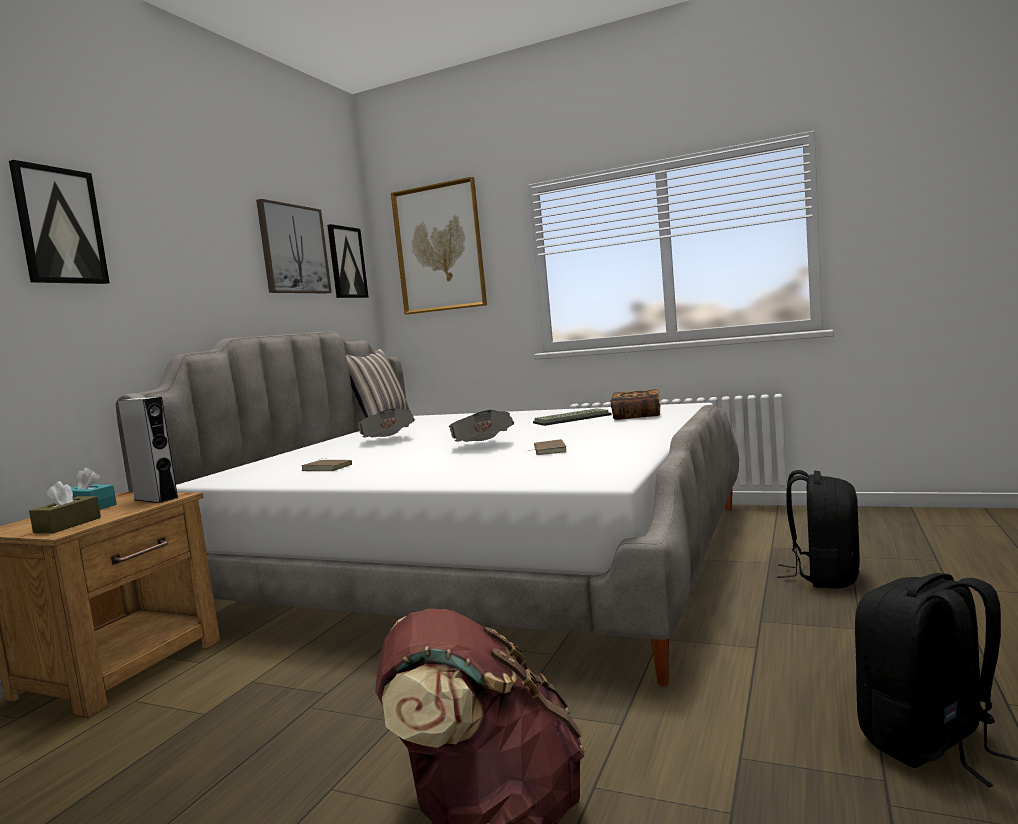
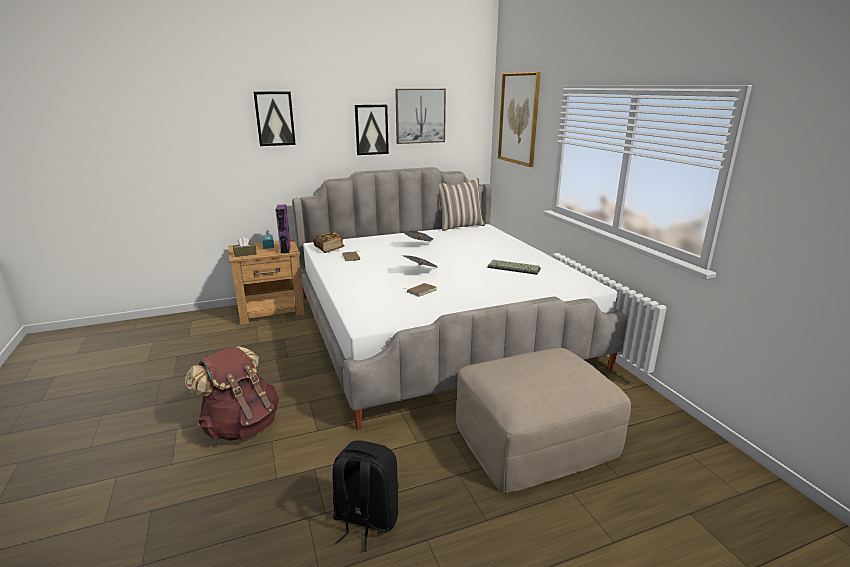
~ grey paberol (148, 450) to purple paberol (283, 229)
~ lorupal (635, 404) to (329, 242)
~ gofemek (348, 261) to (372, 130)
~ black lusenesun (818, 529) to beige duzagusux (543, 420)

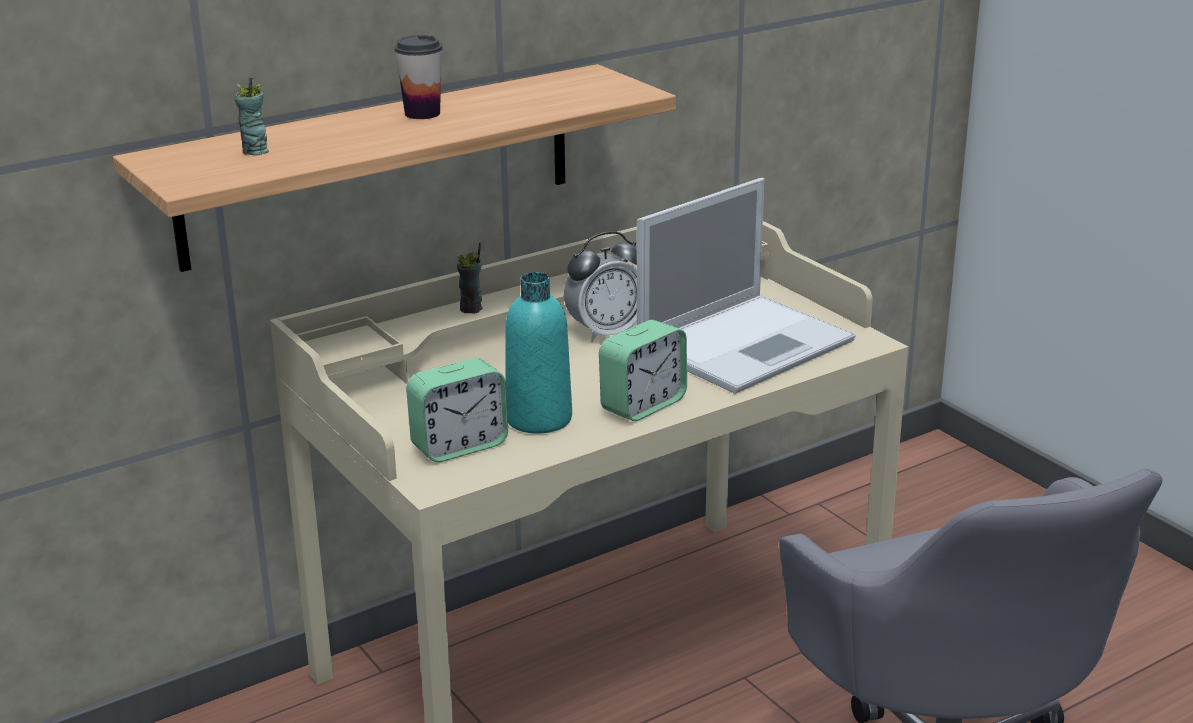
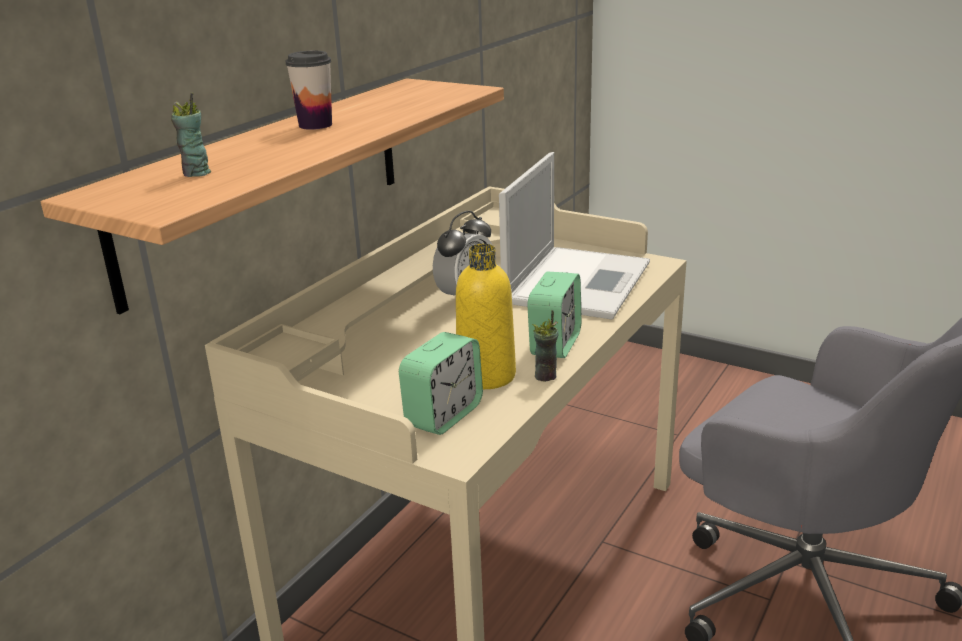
~ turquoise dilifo (538, 353) to yellow dilifo (486, 316)
~ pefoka (469, 278) to (545, 346)

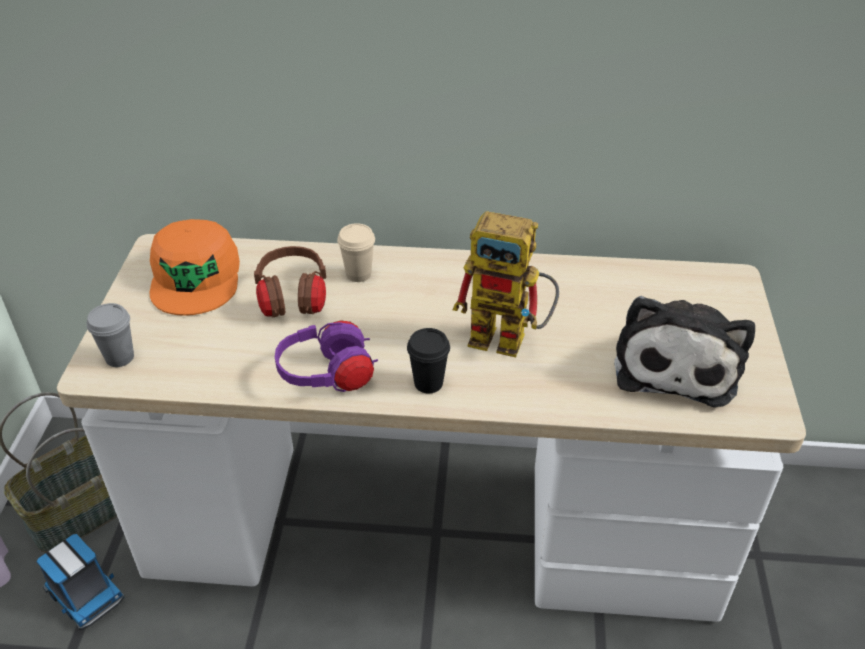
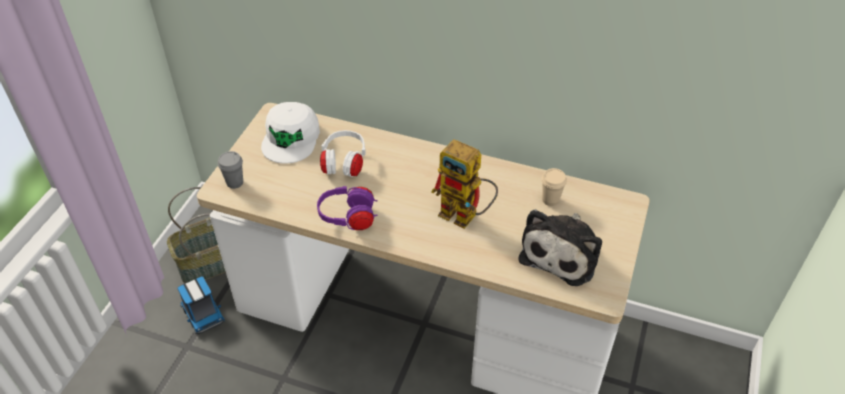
~ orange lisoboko (195, 267) to white lisoboko (290, 133)
~ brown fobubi (290, 282) to white fobubi (343, 153)
~ beige pefoka (356, 252) to (554, 187)
- black pefoka (428, 361)

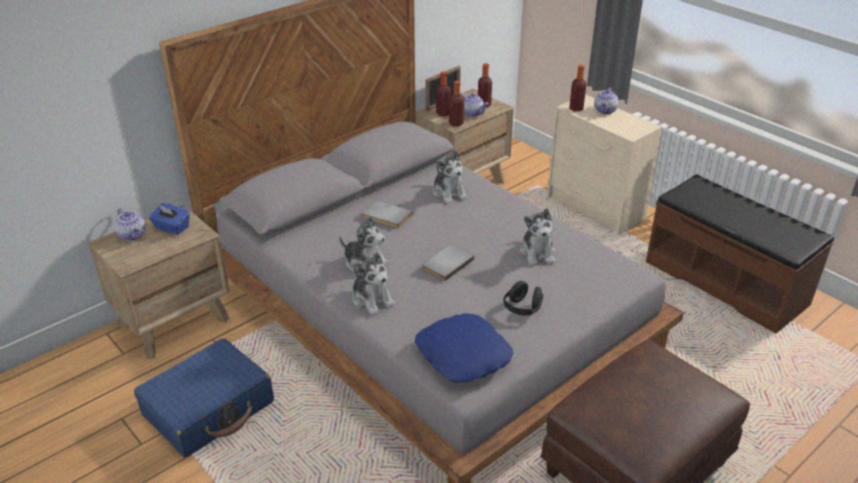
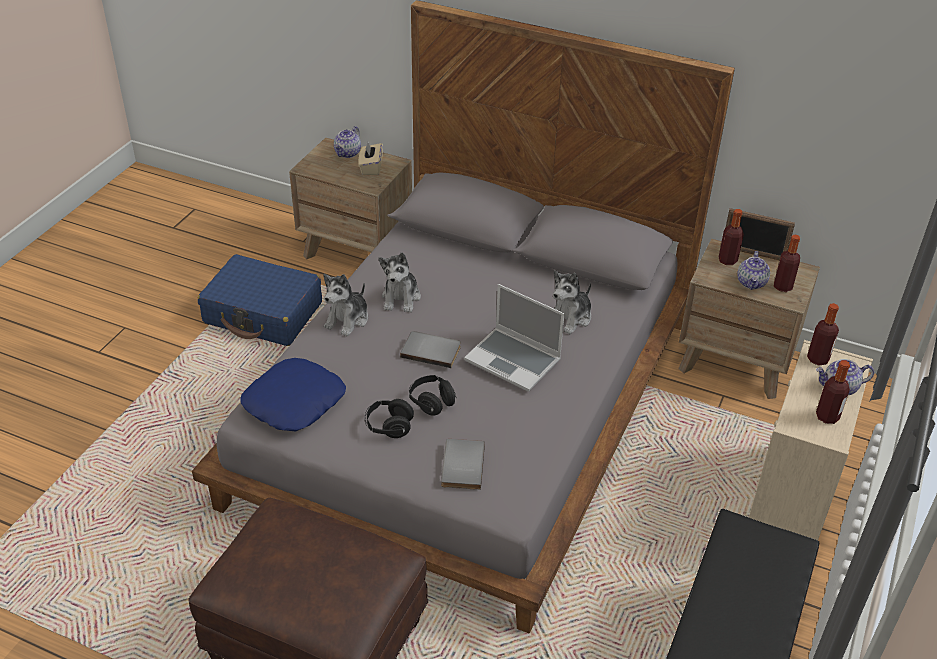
~ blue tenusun (169, 219) to beige tenusun (370, 158)
+ black fobubi (433, 395)
~ grey lorupal (387, 214) to (463, 464)
+ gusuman (514, 338)
~ dilifo (456, 104) to (833, 392)
- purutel (537, 236)

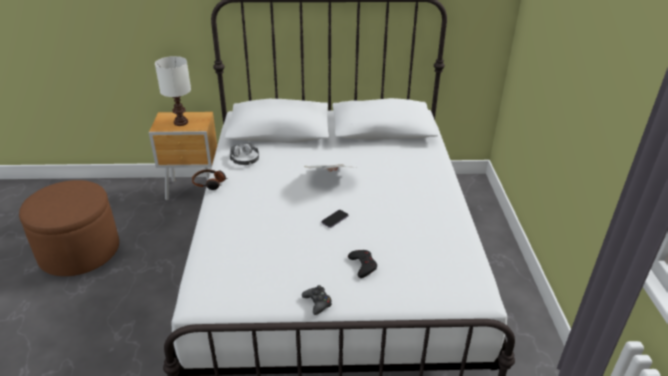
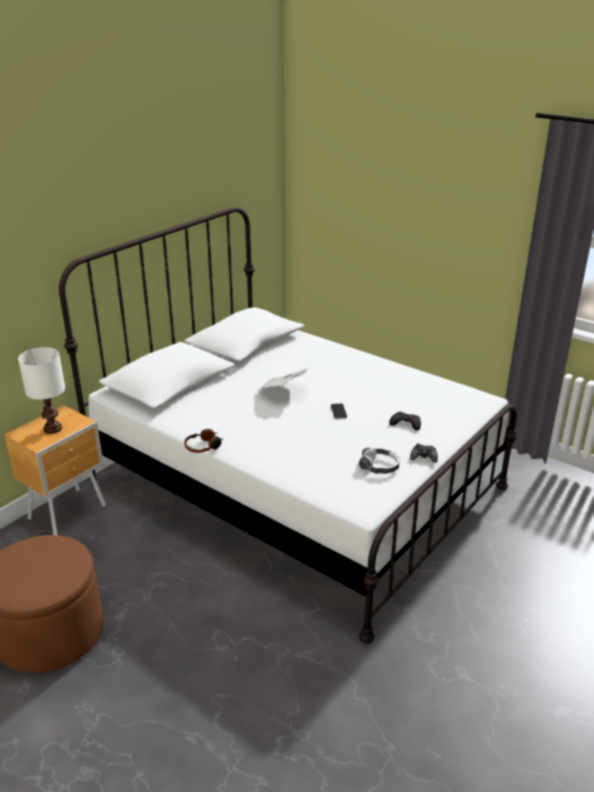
~ fobubi (244, 154) to (379, 461)

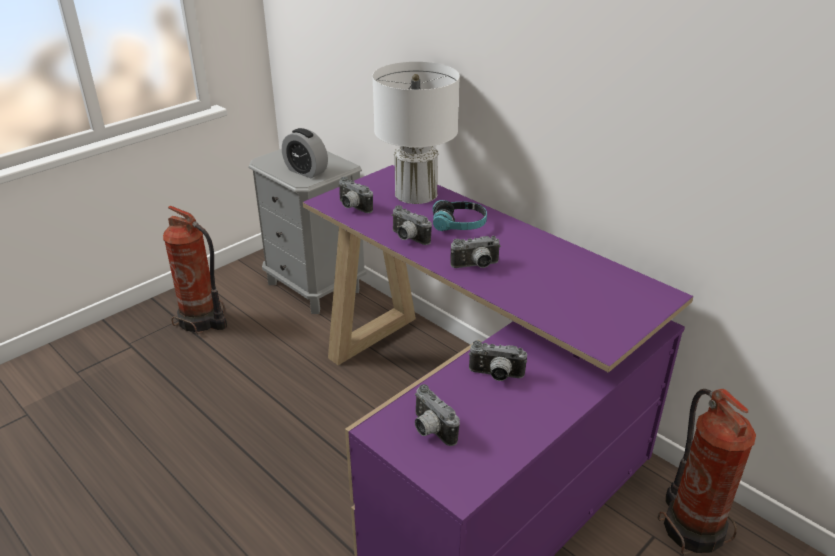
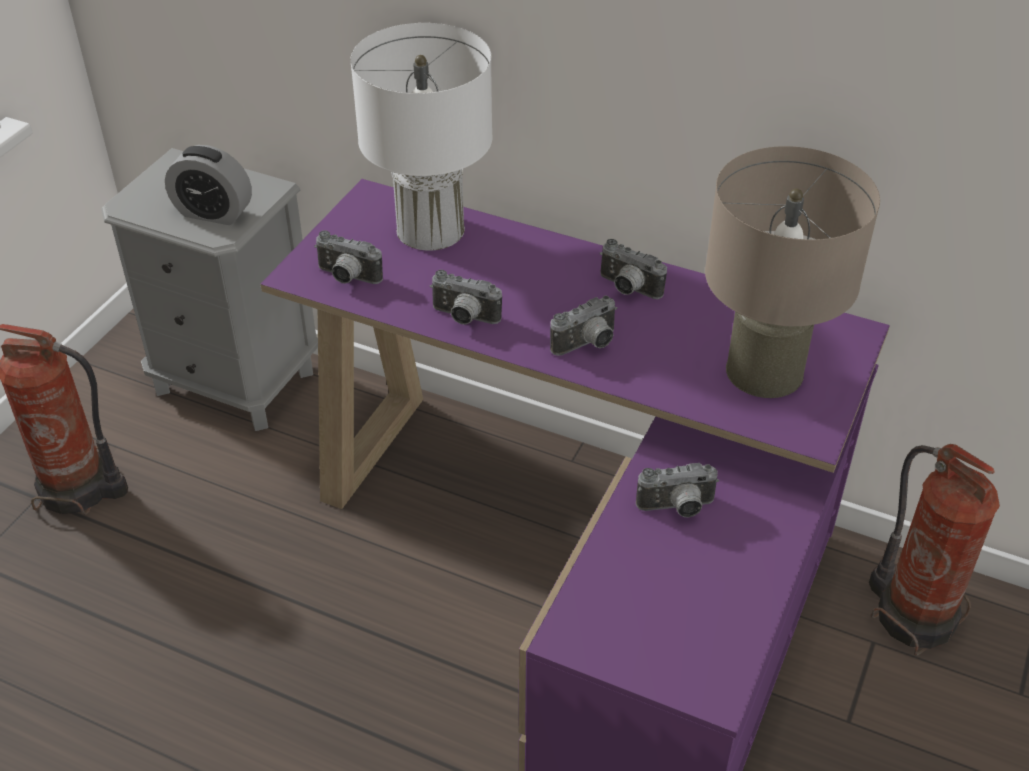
~ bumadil (437, 415) to (633, 269)
+ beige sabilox (792, 272)
- fobubi (460, 215)

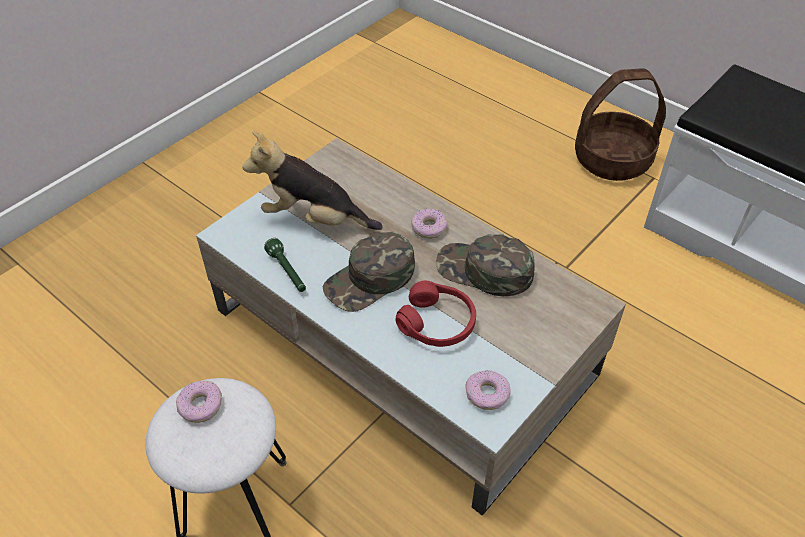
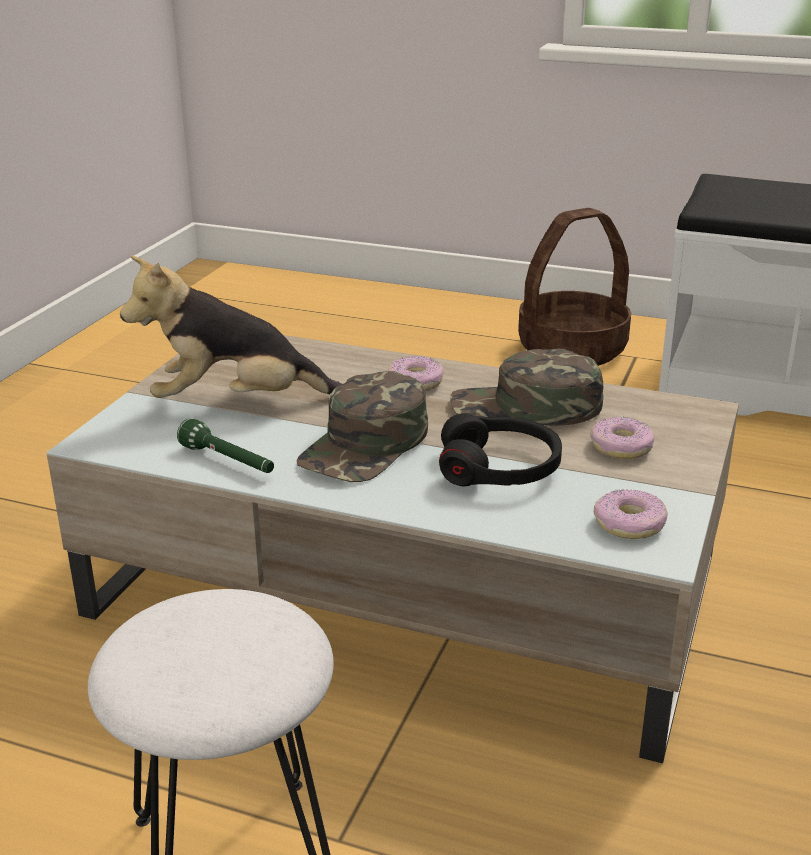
~ red fobubi (436, 314) to black fobubi (500, 450)
~ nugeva (199, 402) to (622, 438)

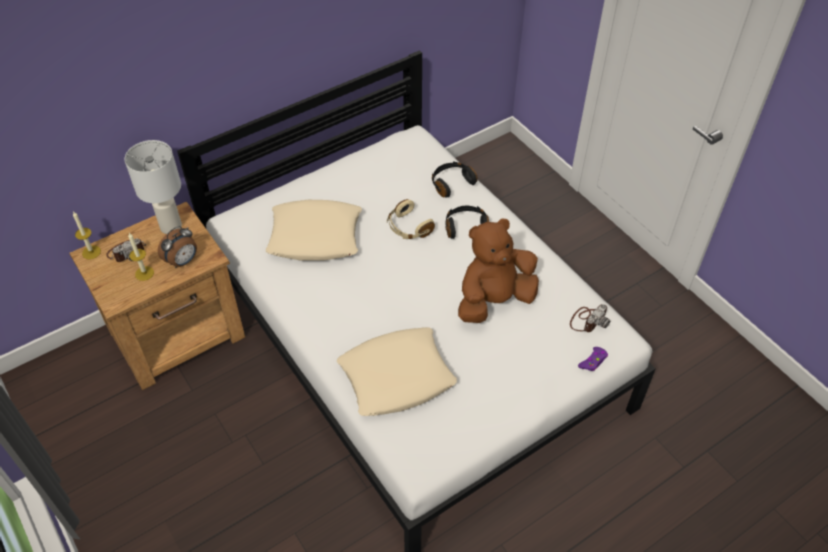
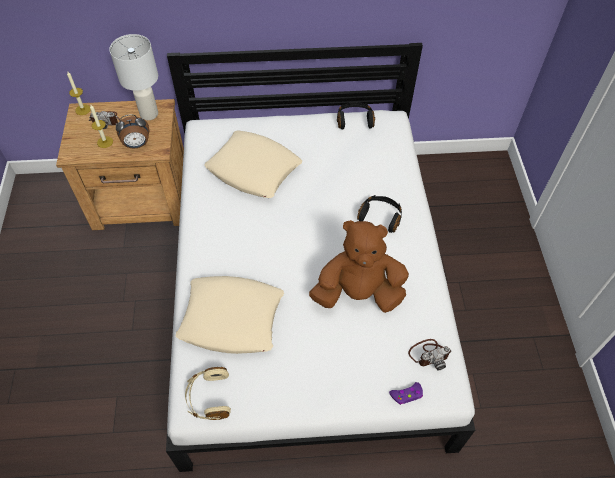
~ beige fobubi (411, 219) to (208, 393)
~ black fobubi (455, 179) to (356, 116)

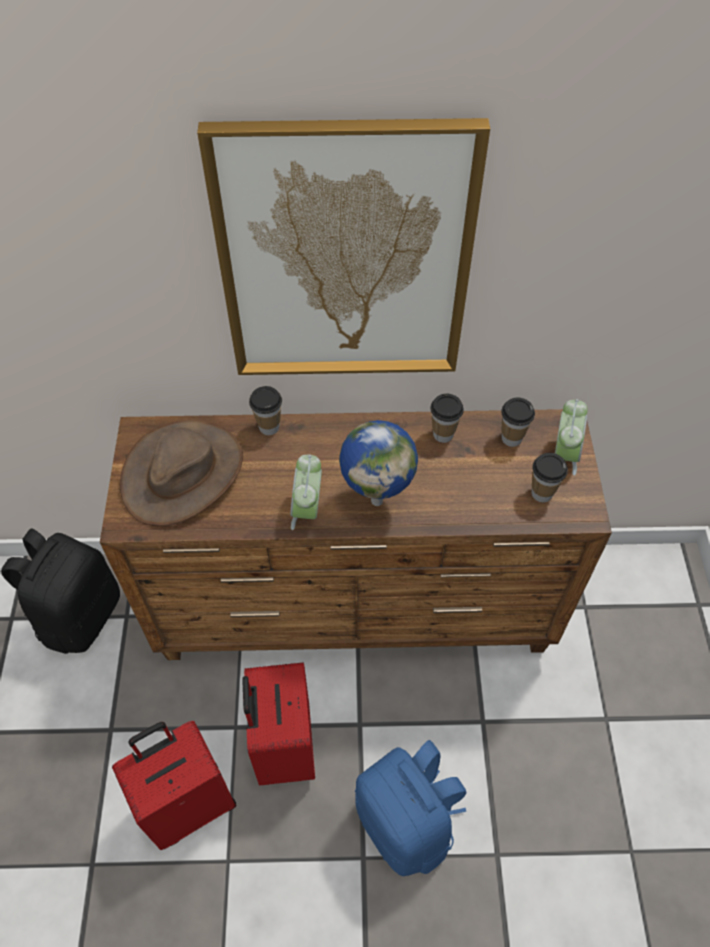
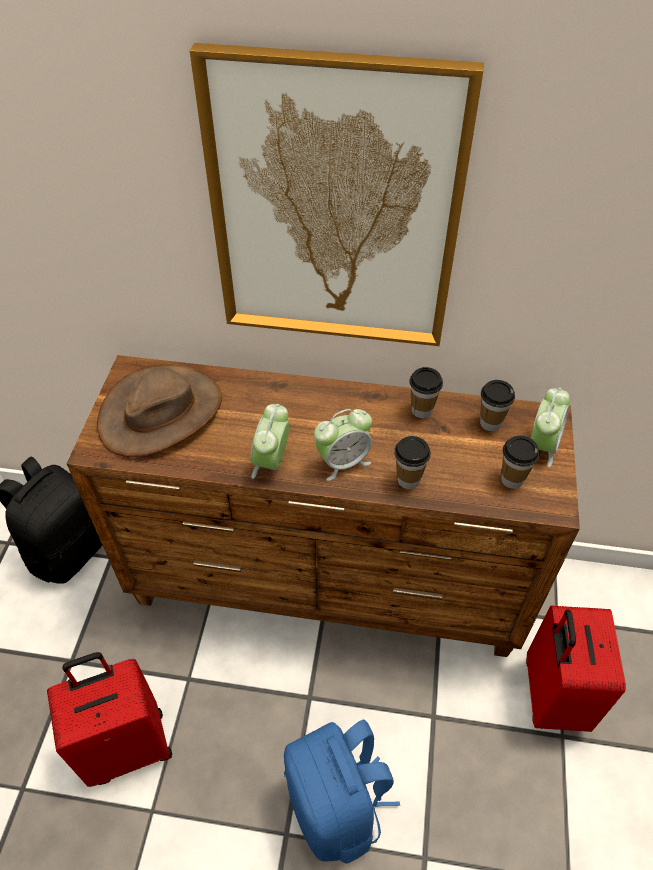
~ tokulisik (378, 463) to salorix (343, 445)
~ pefoka (265, 410) to (412, 462)
~ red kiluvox (278, 724) to (576, 669)

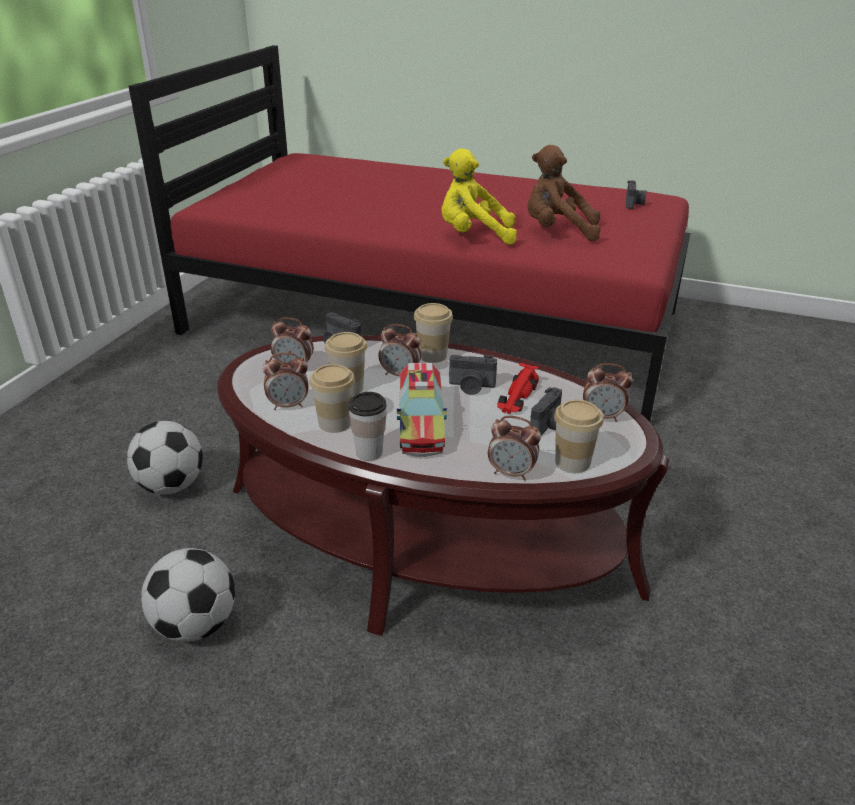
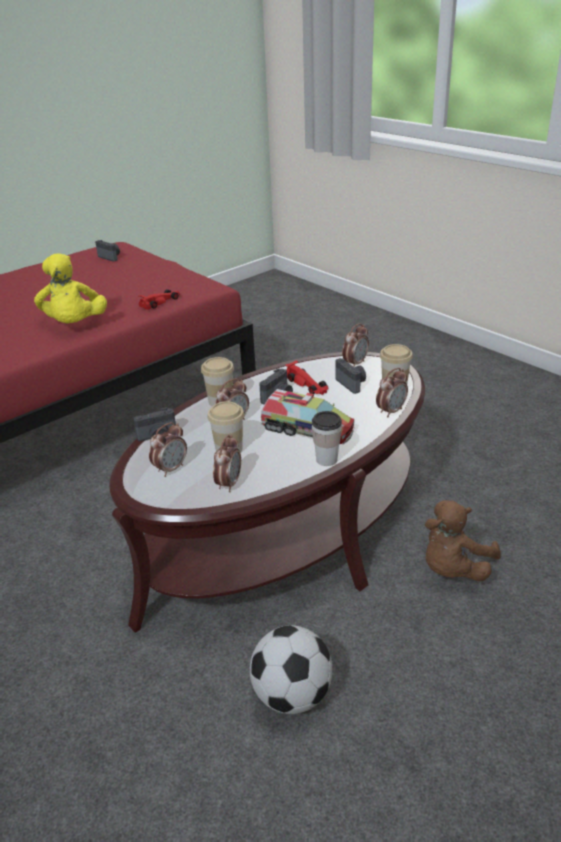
~ yellow purutel (479, 196) = (70, 288) 45 degrees counterclockwise
+ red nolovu (159, 299)
~ brown purutel (564, 193) to (463, 540)
- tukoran (165, 457)
- pefoka (332, 398)

